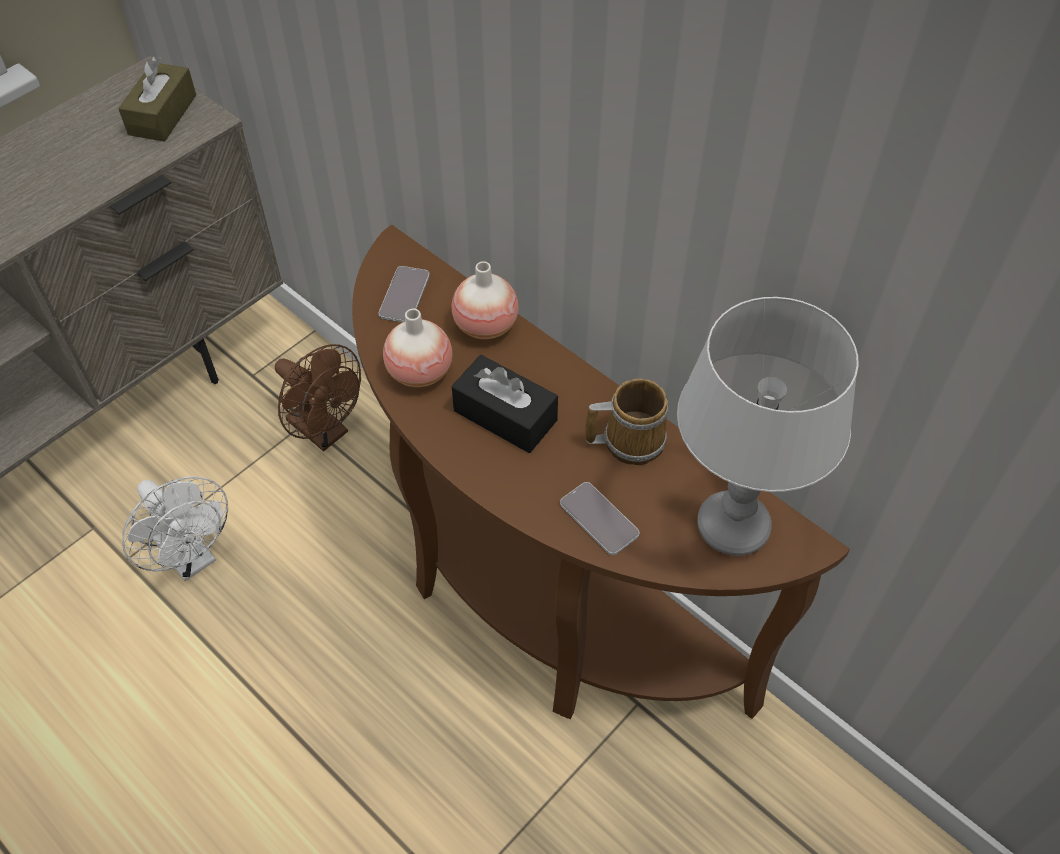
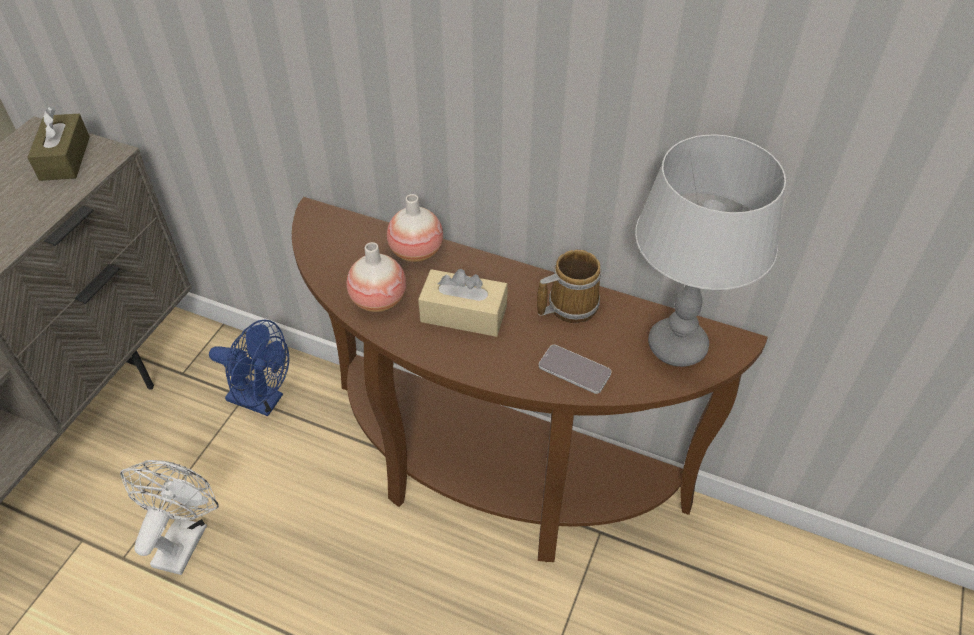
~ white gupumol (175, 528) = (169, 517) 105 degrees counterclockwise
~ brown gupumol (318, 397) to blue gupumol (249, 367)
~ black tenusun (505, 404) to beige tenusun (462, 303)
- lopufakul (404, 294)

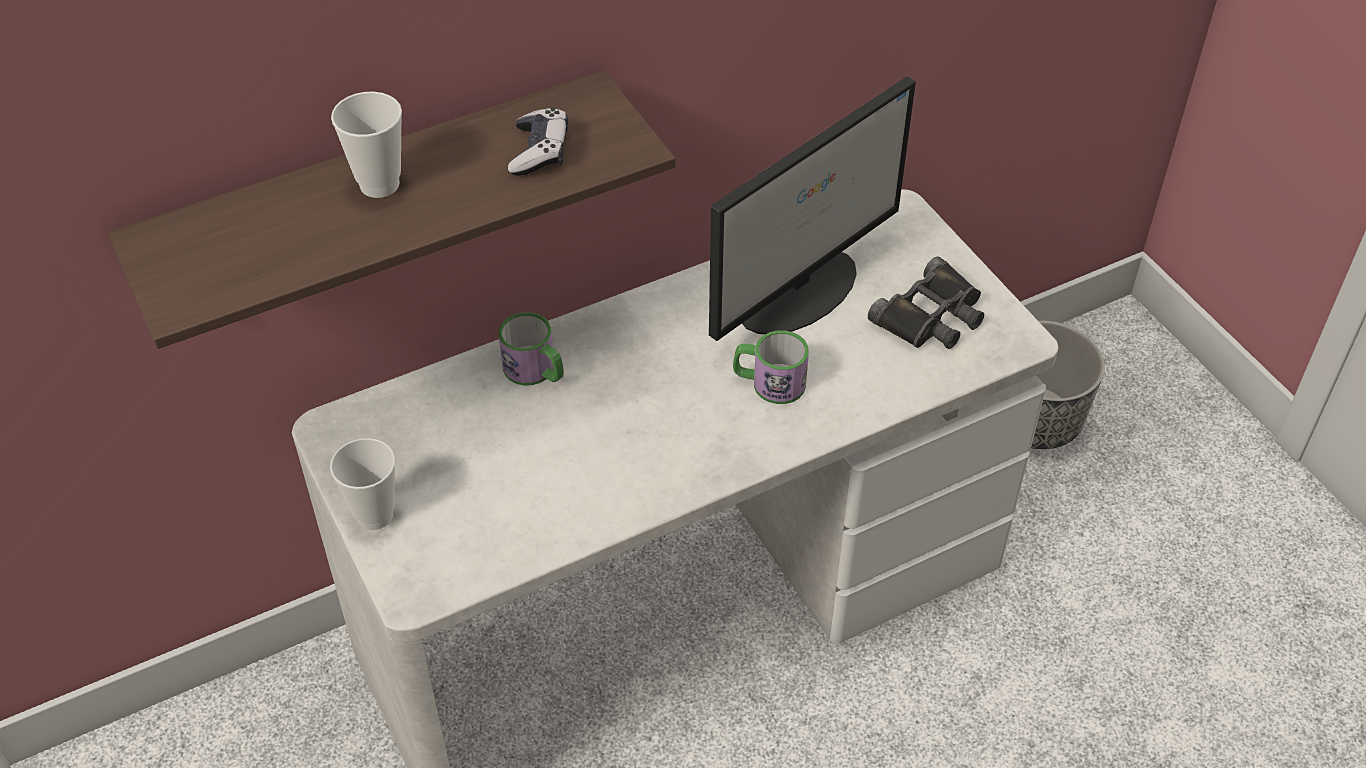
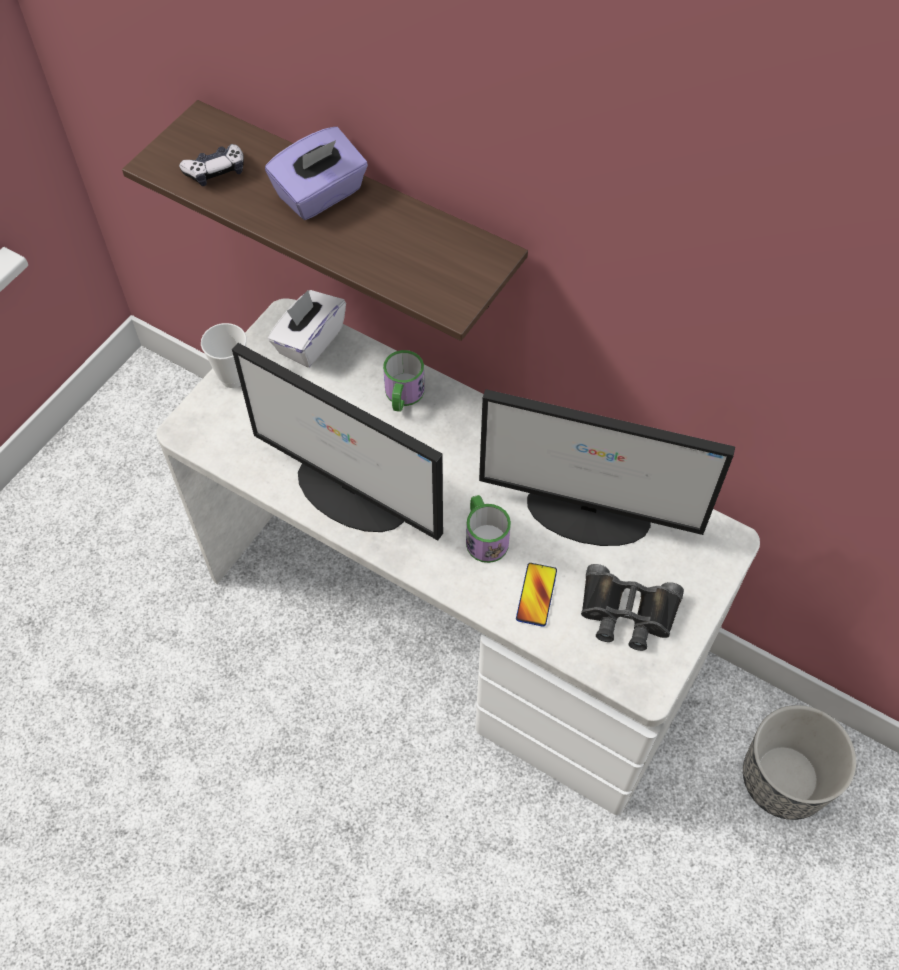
~ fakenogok (538, 141) to (211, 165)
+ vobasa (337, 441)
~ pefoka (366, 145) to purple tenusun (316, 173)
+ white tenusun (307, 328)
+ lopufakul (536, 595)

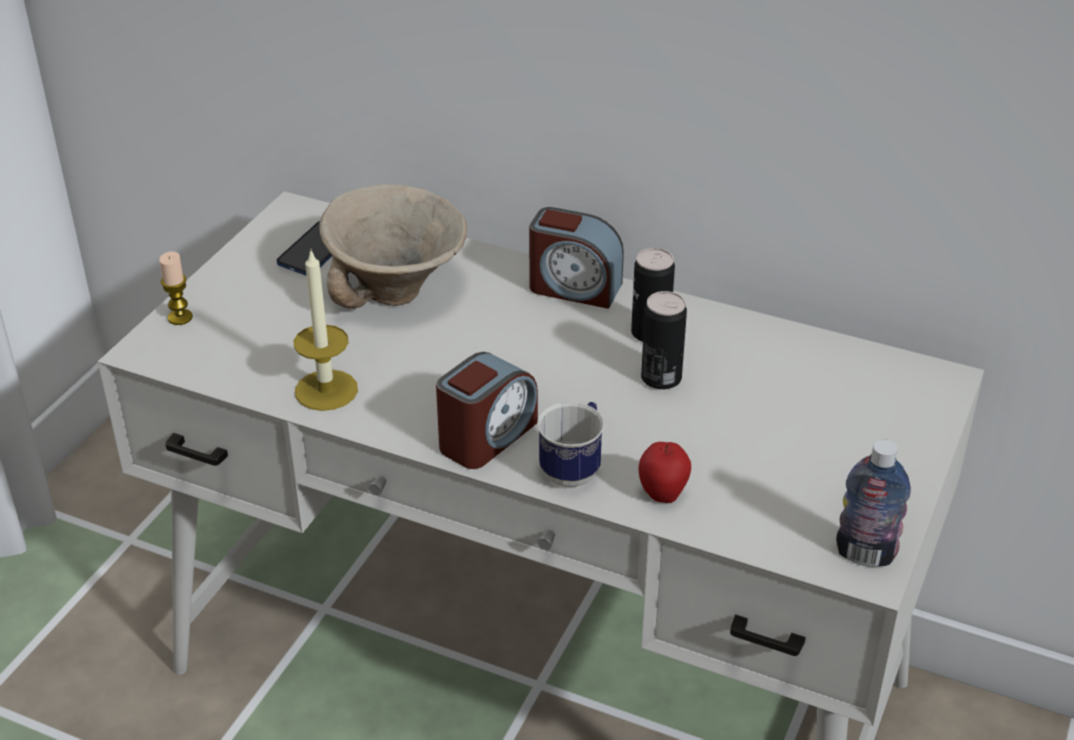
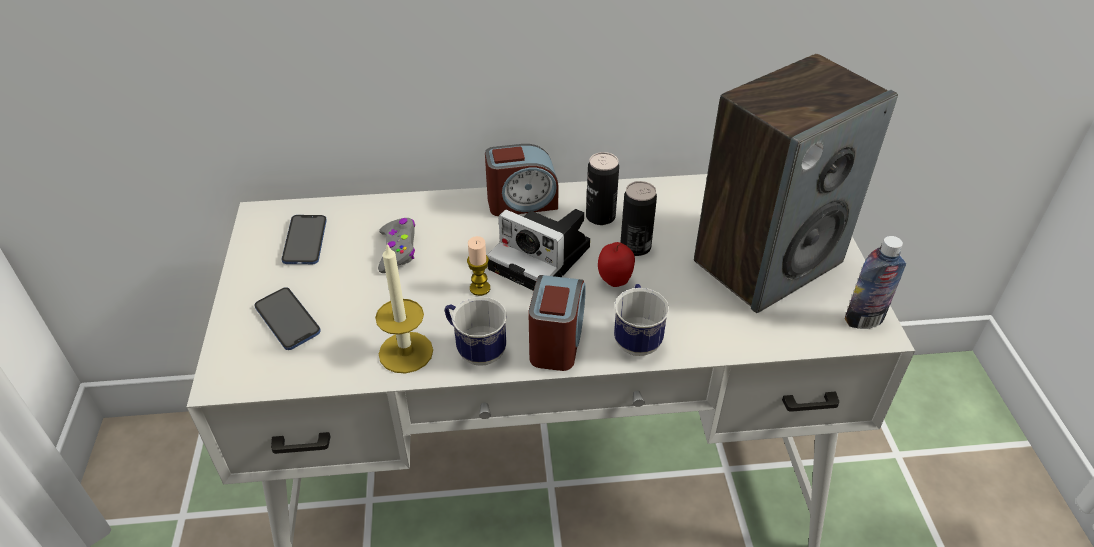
+ lopufakul (287, 318)
~ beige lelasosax (393, 246) to grey fakenogok (396, 245)
+ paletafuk (476, 331)
~ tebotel (176, 288) to (478, 266)
+ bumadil (538, 250)
~ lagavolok (665, 472) to (616, 264)
+ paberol (796, 183)

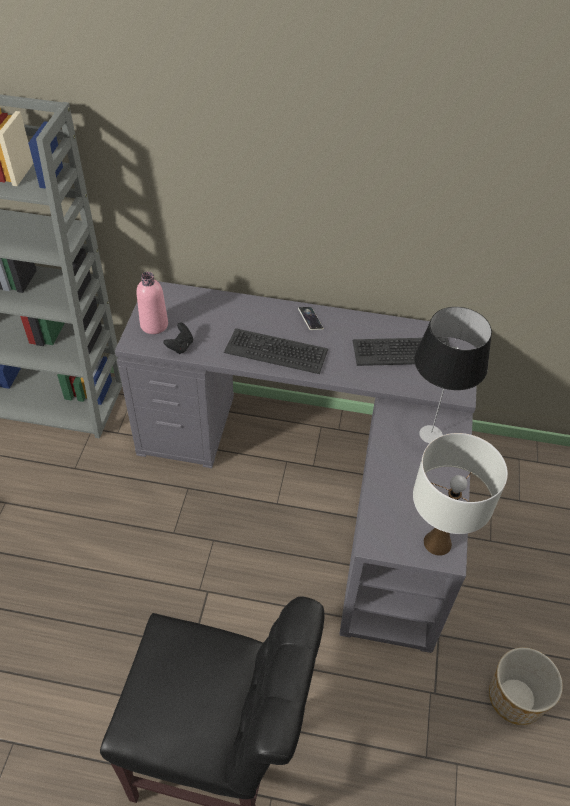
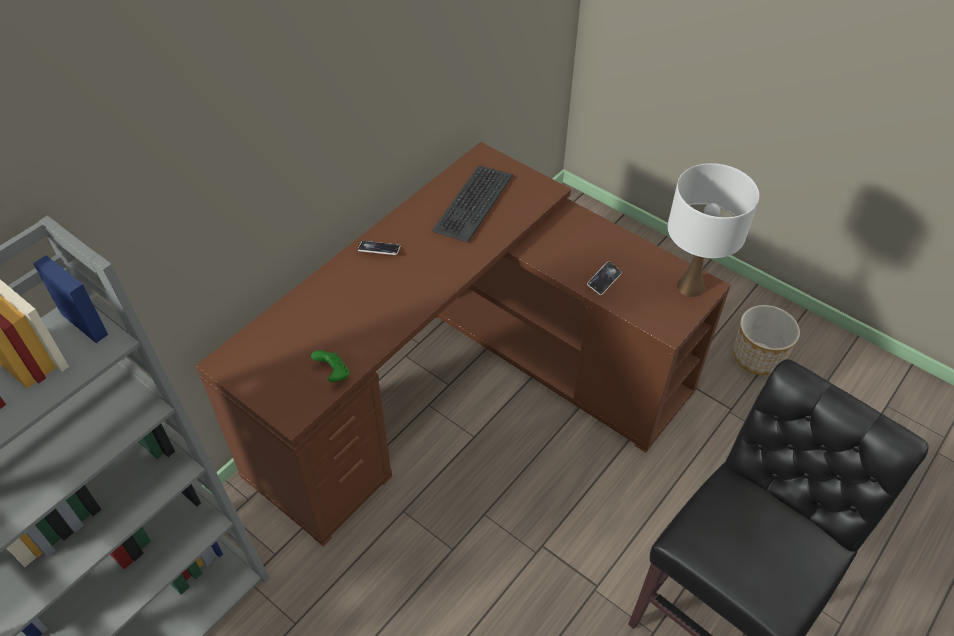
~ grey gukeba (296, 467) to brown gukeba (463, 344)
~ black fakenogok (178, 338) to green fakenogok (330, 366)
+ lopufakul (604, 278)
- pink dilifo (152, 303)
- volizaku (276, 351)
- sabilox (453, 375)

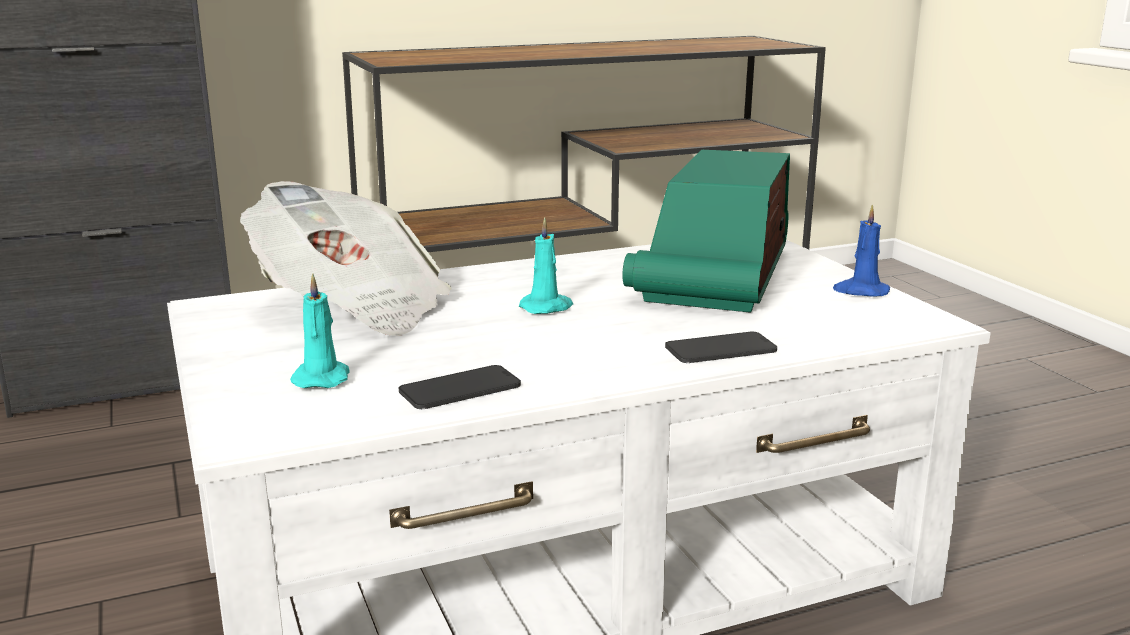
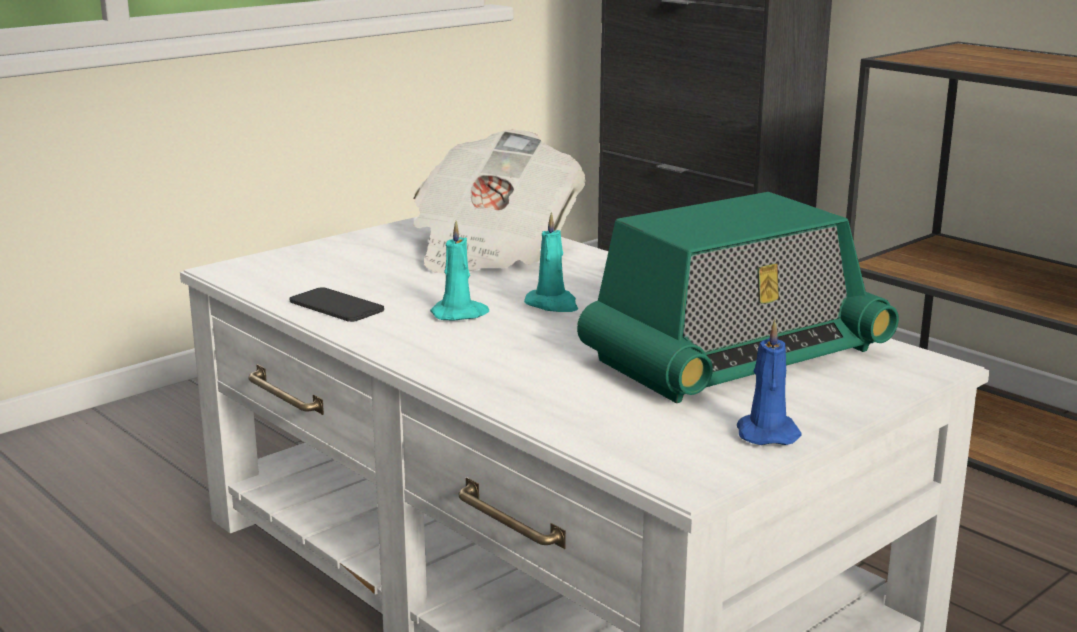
~ turquoise tebotel (320, 331) to (459, 270)
~ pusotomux (706, 231) = (738, 297) 150 degrees clockwise
- lopufakul (721, 347)

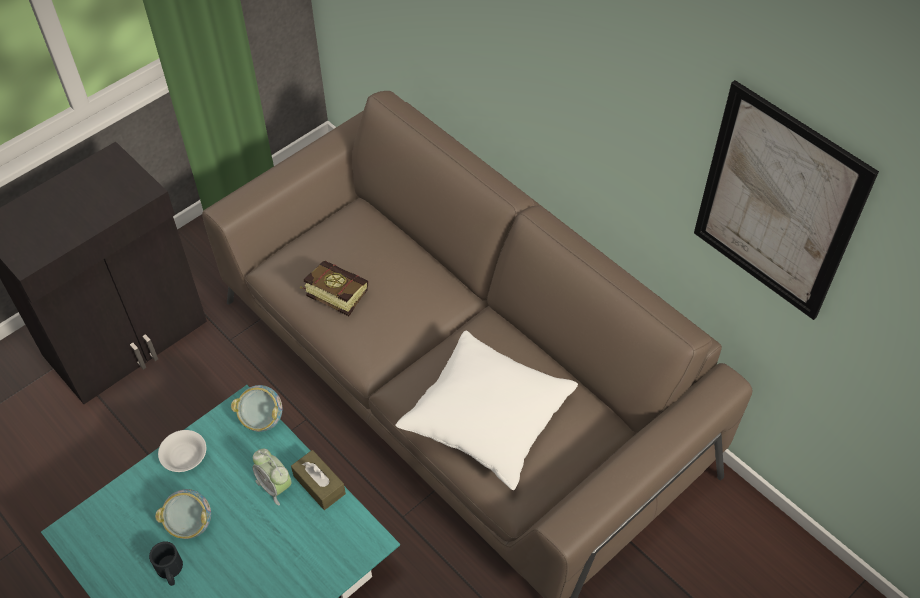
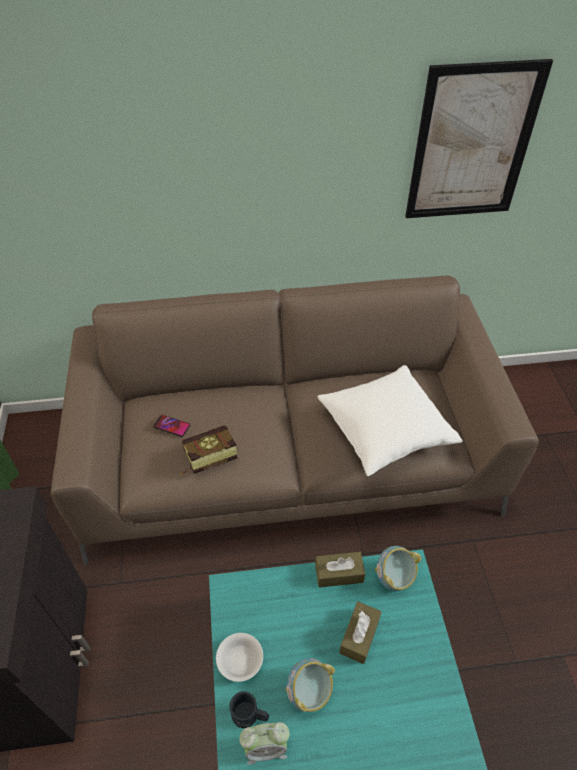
+ lopufakul (171, 426)
~ black paletafuk (166, 563) to (249, 709)
~ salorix (272, 477) to (264, 743)
+ brown tenusun (360, 633)
~ lelasosax (256, 408) to (398, 568)

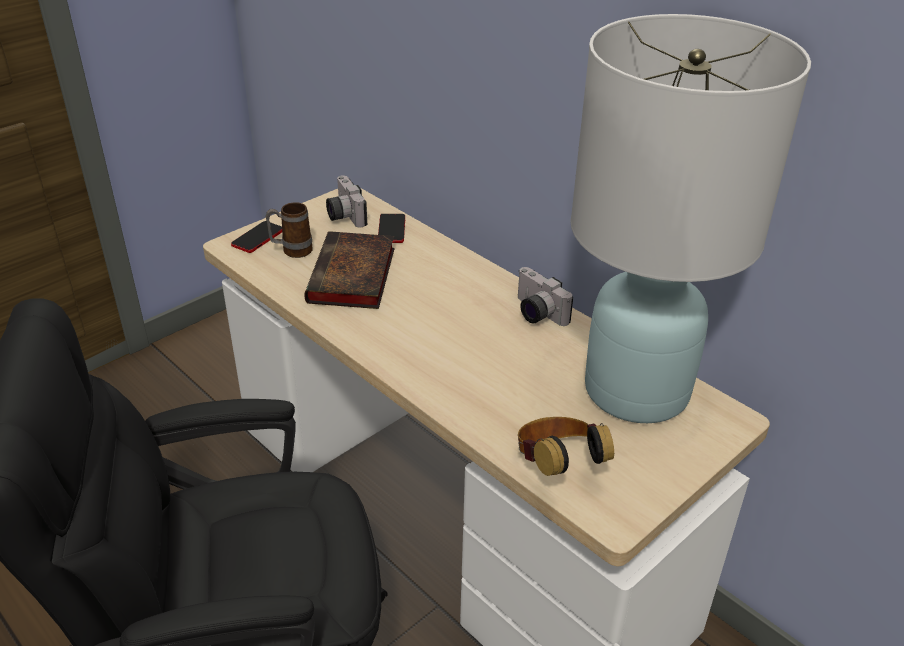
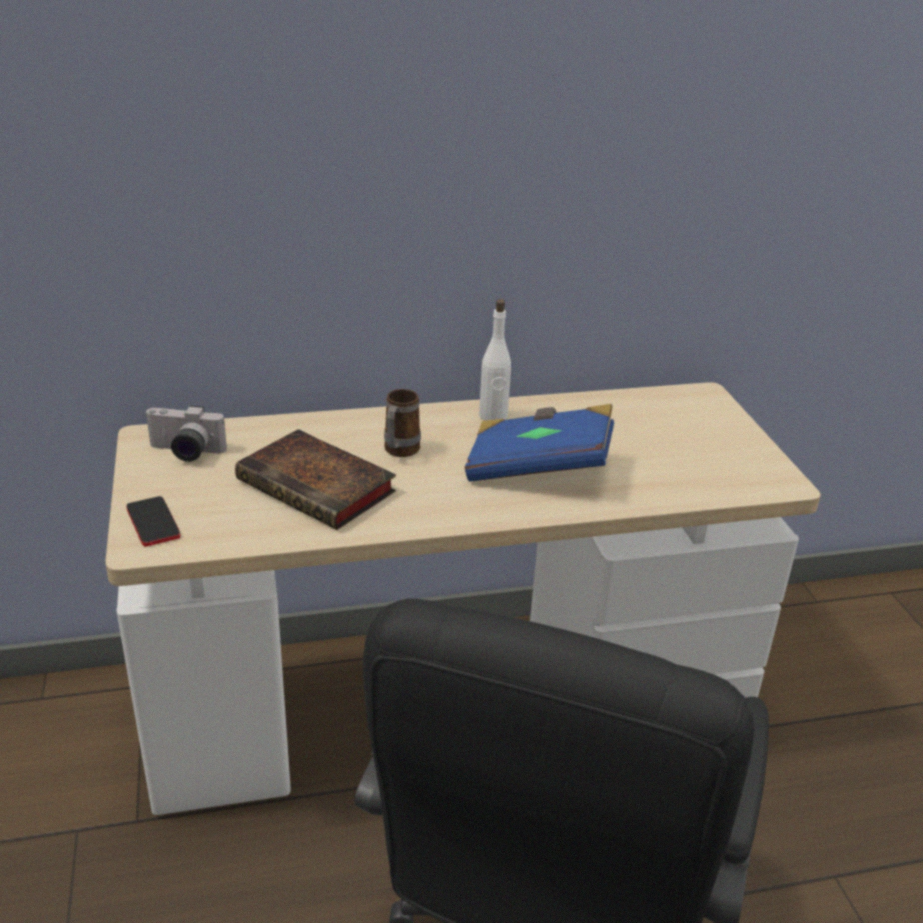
~ paletafuk (289, 230) to (402, 423)
+ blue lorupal (539, 443)
~ bumadil (545, 296) to white dilifo (495, 360)
- lopufakul (391, 228)
- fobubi (566, 446)
- white sabilox (690, 218)

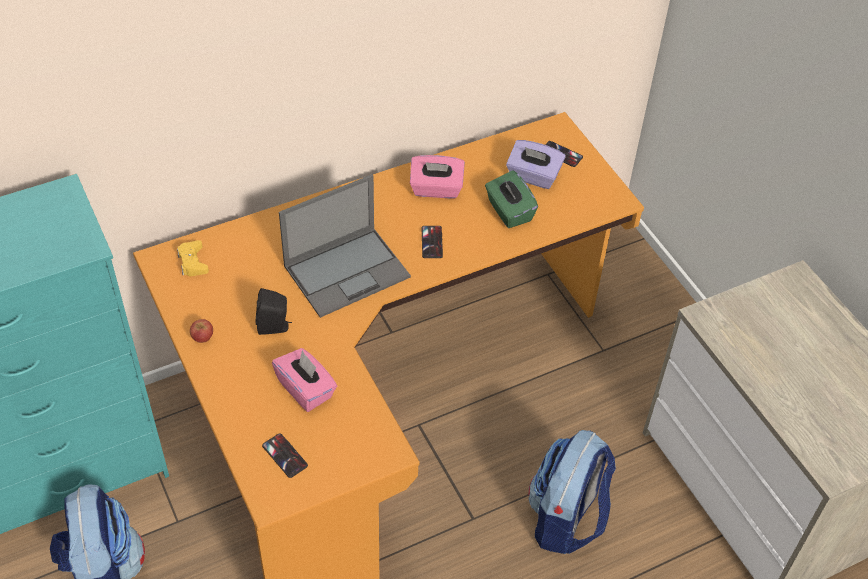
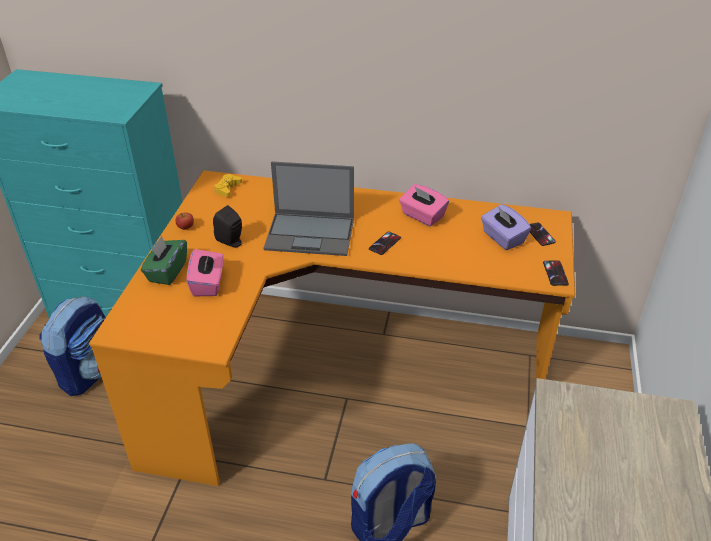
~ green tenusun (511, 199) to (164, 260)
~ lopufakul (285, 455) to (556, 273)

